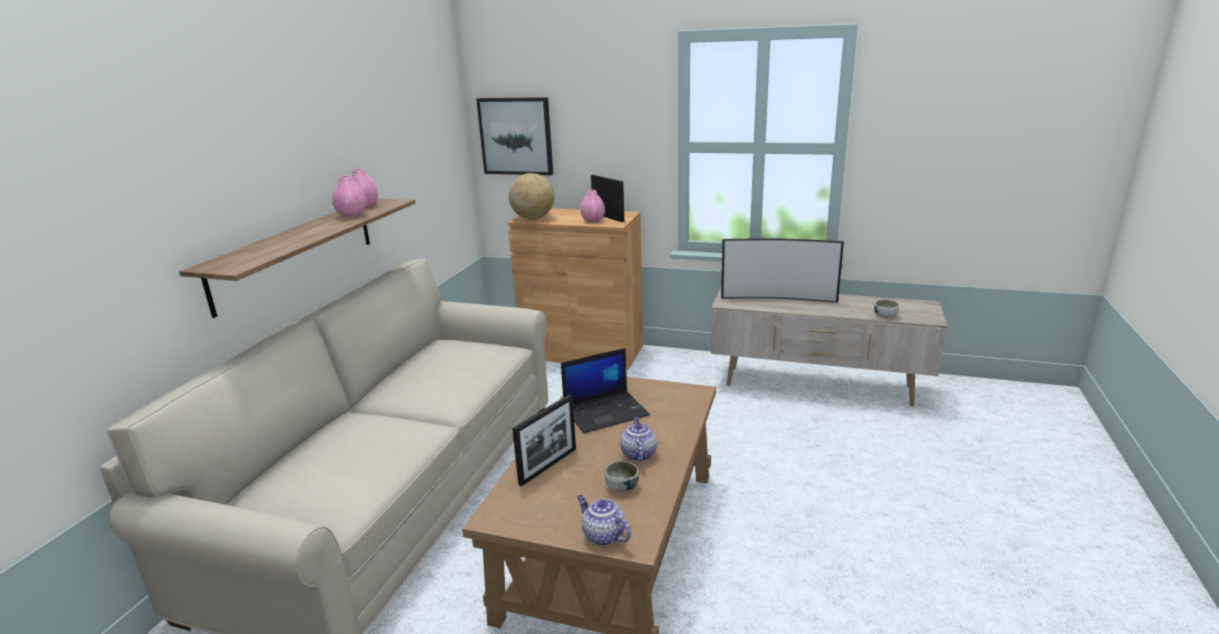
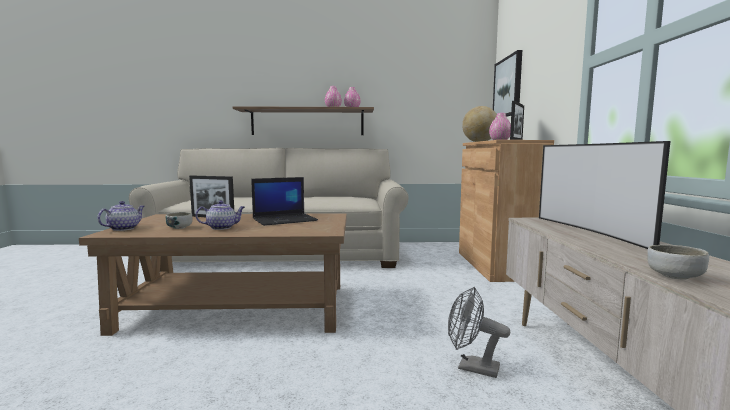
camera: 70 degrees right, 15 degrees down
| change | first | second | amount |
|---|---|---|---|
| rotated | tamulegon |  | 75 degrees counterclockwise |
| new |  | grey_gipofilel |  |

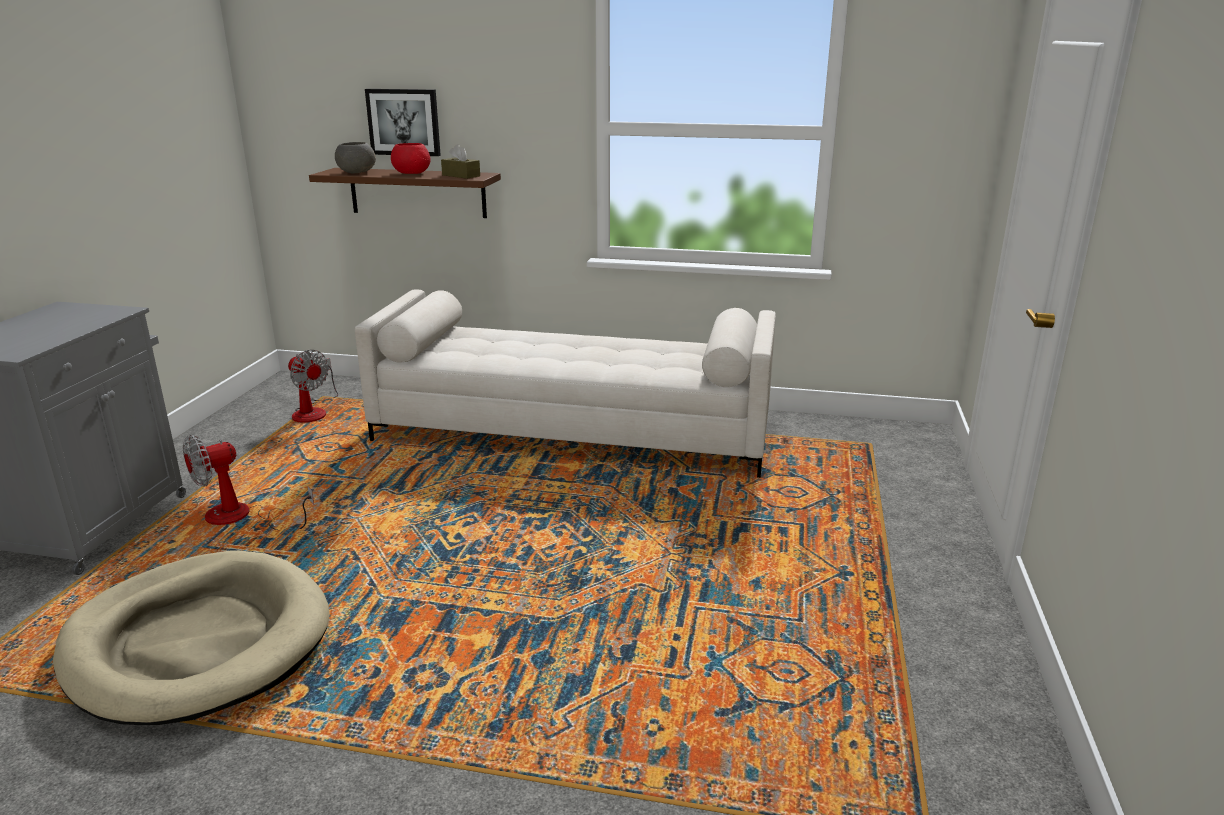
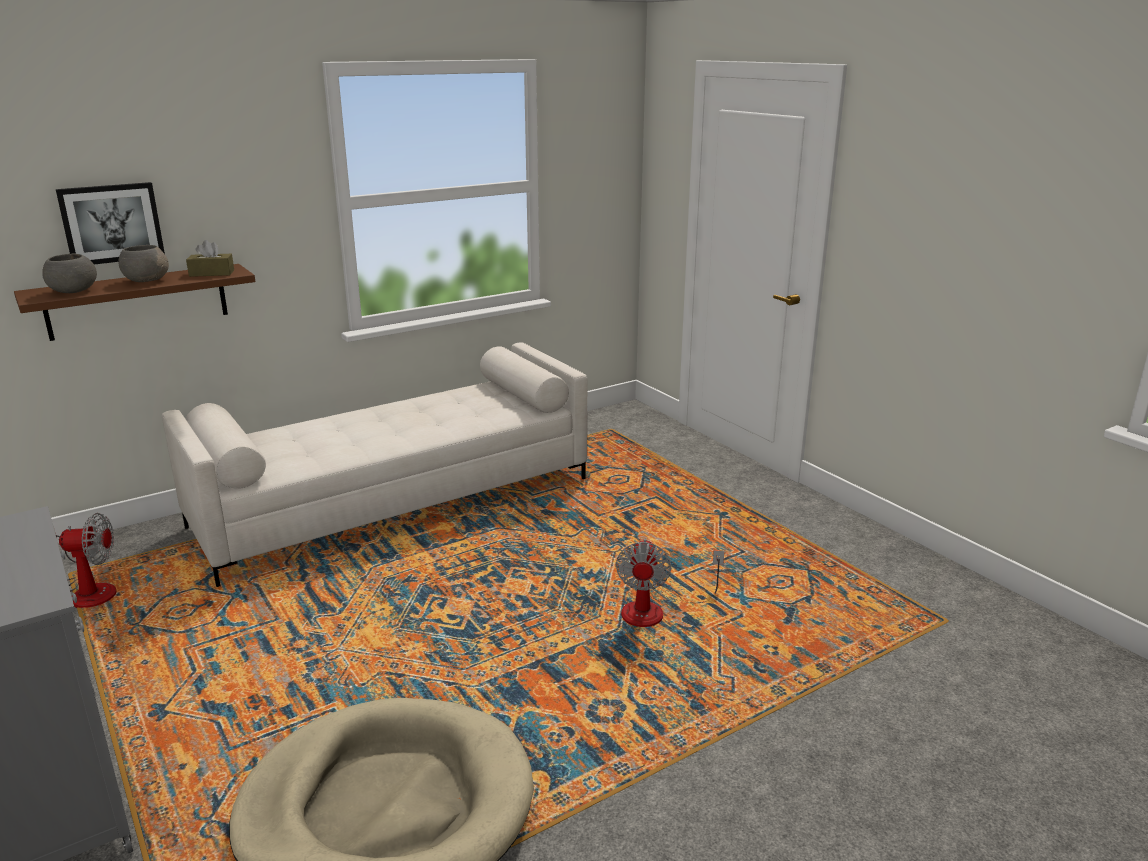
camera: 45 degrees left, 0 degrees up
| change | first | second | amount |
|---|---|---|---|
| repainted | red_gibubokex | grey_gibubokex (no. 2 from left) |  |
| shifted | gipofilel (no. 1 from left in the first image) | gipofilel (no. 2 from left) |  |

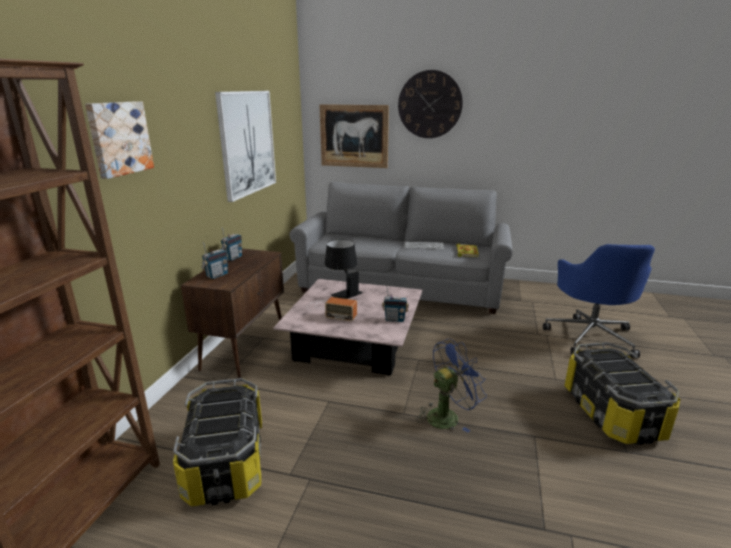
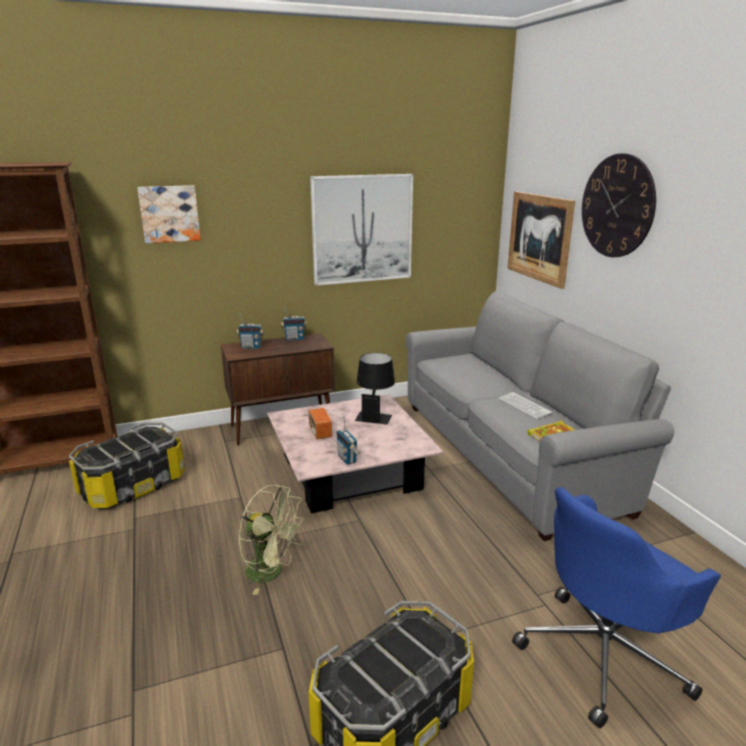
camera: 55 degrees right, 0 degrees up
| change | first | second | amount |
|---|---|---|---|
| repainted | blue_gipofilel | green_gipofilel |  |

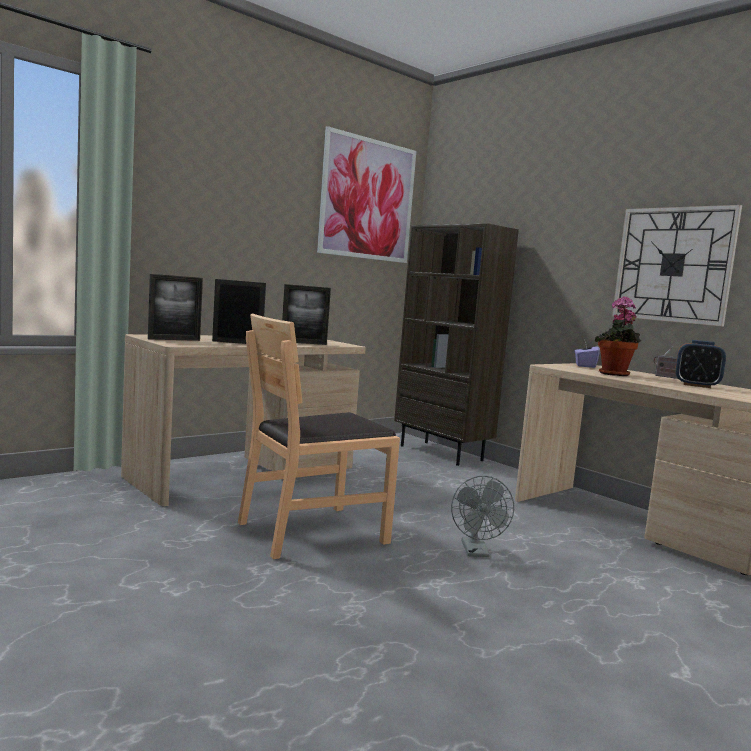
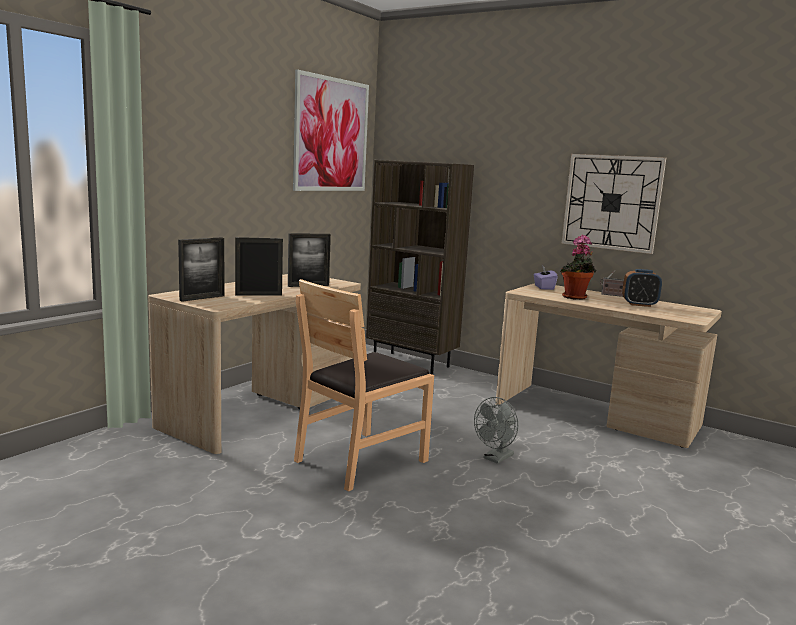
camera: 15 degrees left, 5 degrees up
| change | first | second | amount |
|---|---|---|---|
| rotated | grey_gipofilel |  | 60 degrees clockwise |

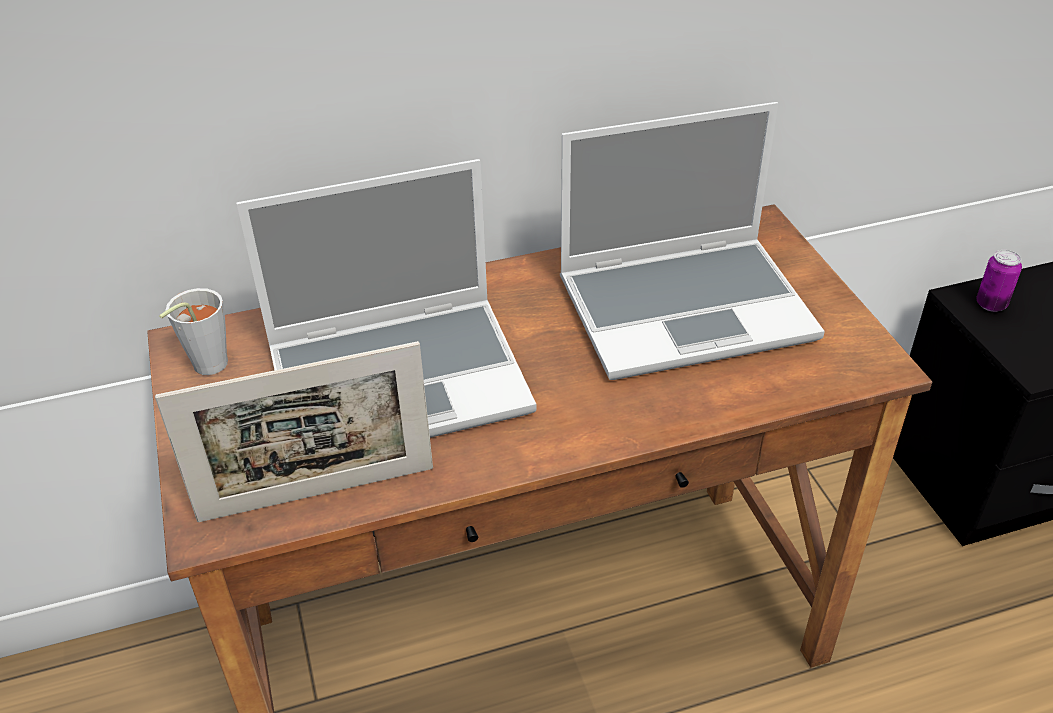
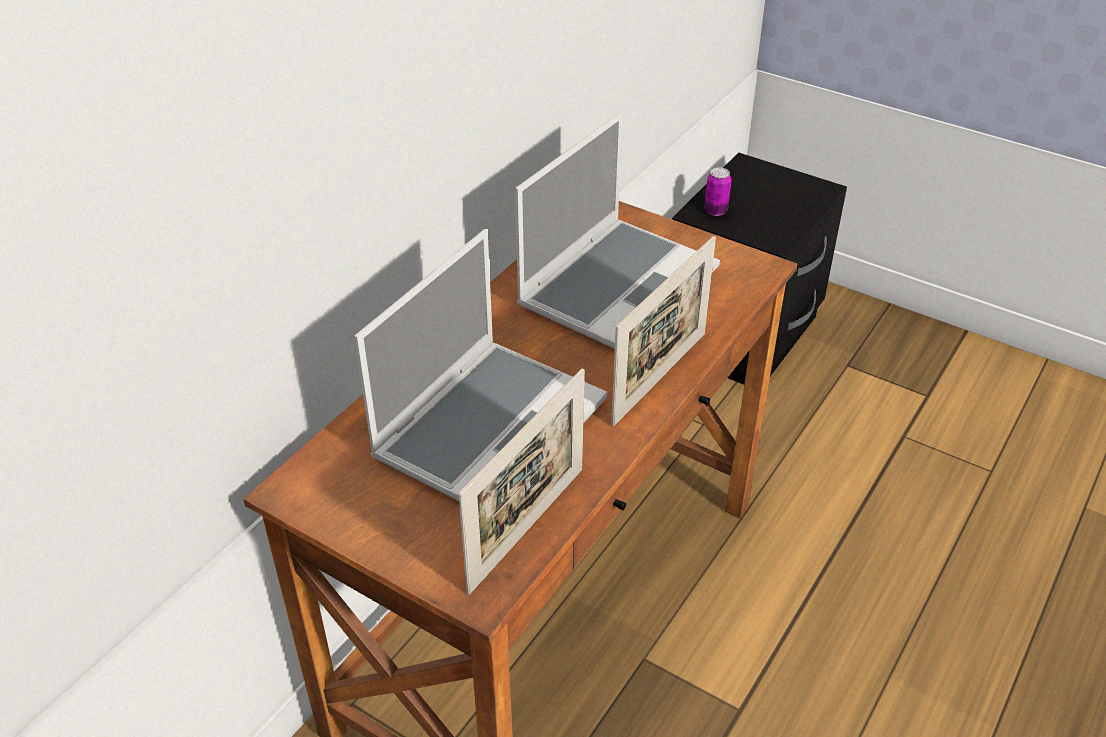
camera: 40 degrees left, 0 degrees up
| change | first | second | amount |
|---|---|---|---|
| gone | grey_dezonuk |  |  |
| new |  | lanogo (no. 2 from left) |  |

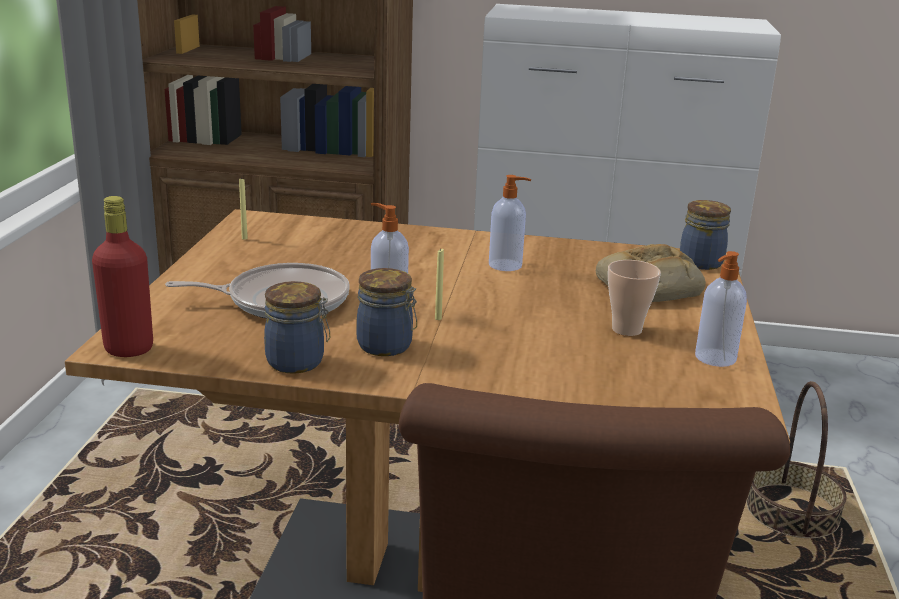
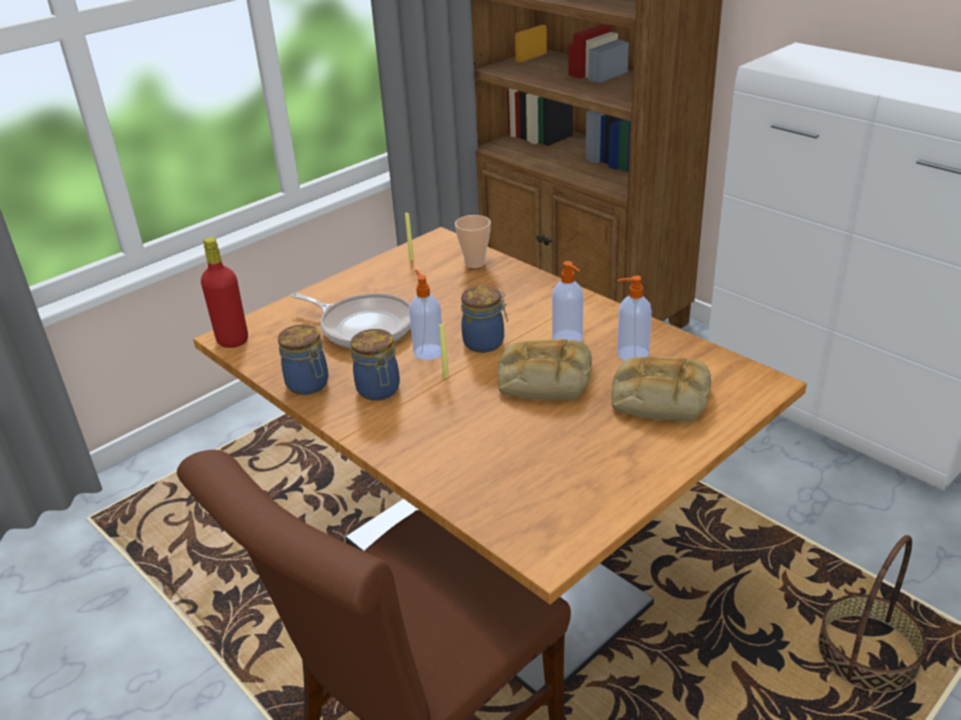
camera: 40 degrees right, 10 degrees up
| change | first | second | amount |
|---|---|---|---|
| shifted | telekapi (no. 3 from left) |  |  |
| shifted | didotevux (no. 3 from left) |  |  |
| shifted | dezonuk |  |  |
| new |  | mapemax (no. 1 from left) |  |

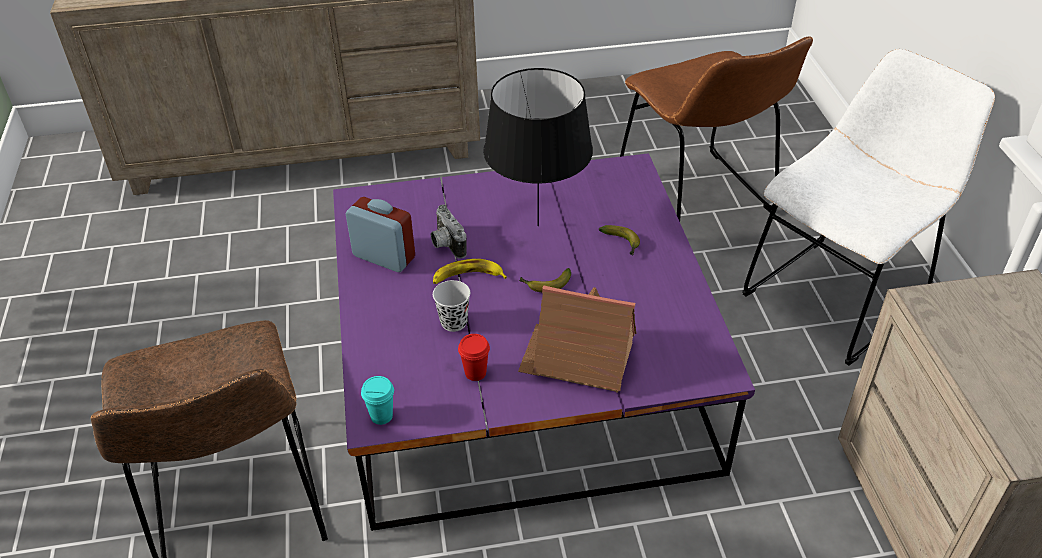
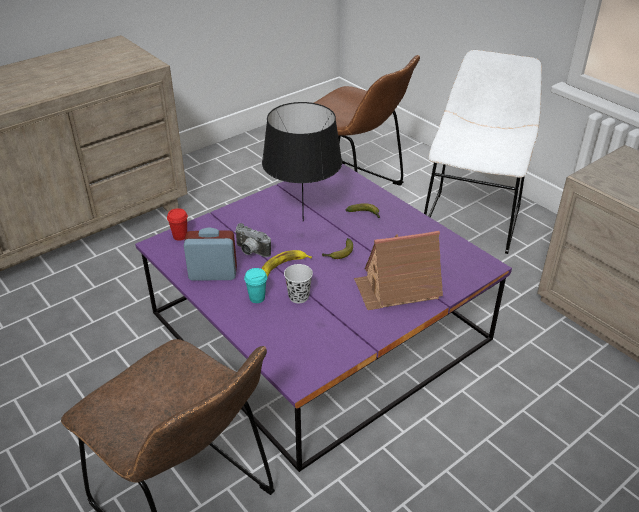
camera: 30 degrees left, 5 degrees down
| change | first | second | amount |
|---|---|---|---|
| shifted | red_dezonuk |  |  |
| shifted | turquoise_dezonuk |  |  |

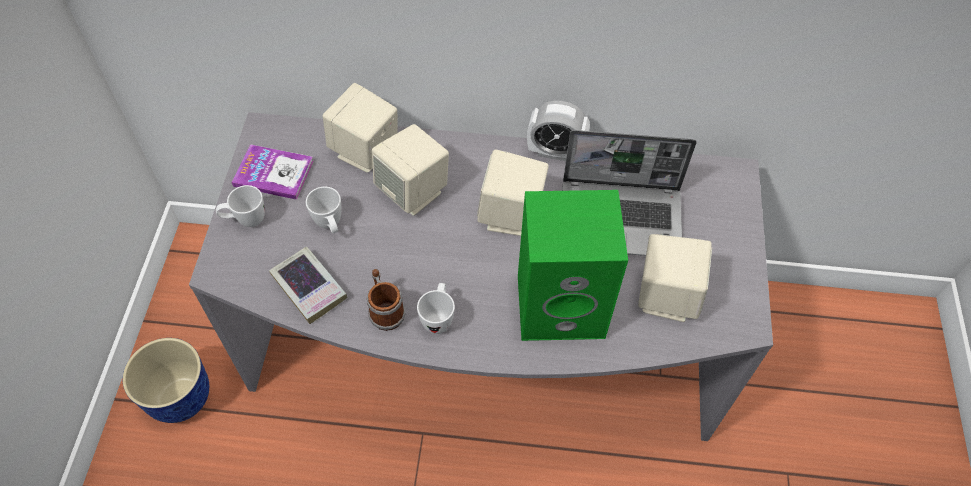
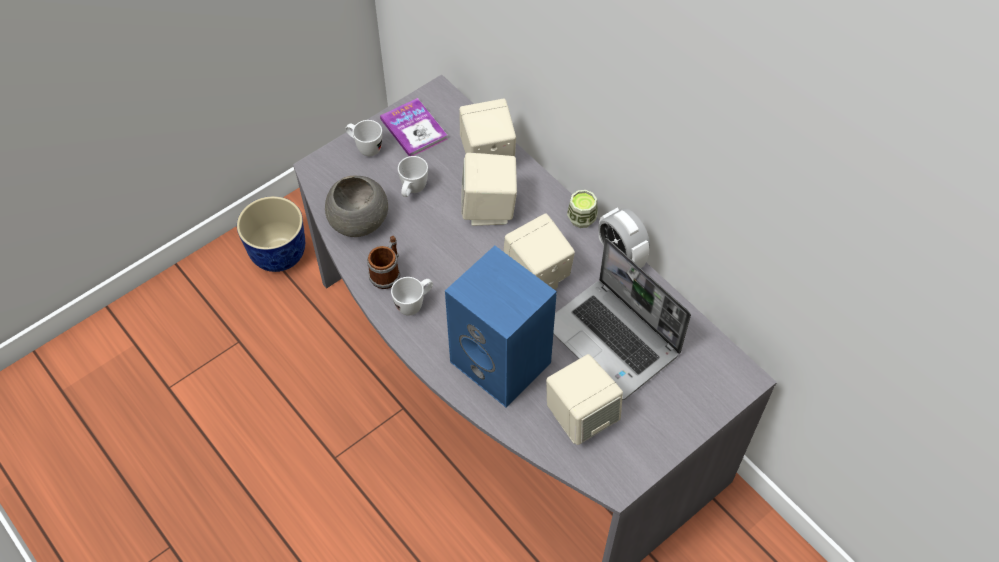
camera: 45 degrees right, 0 degrees up
| change | first | second | amount |
|---|---|---|---|
| repainted | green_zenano | blue_zenano |  |
| swapped | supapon (no. 2 from left) | grey_gibubokex |  |
| new |  | dezonuk |  |

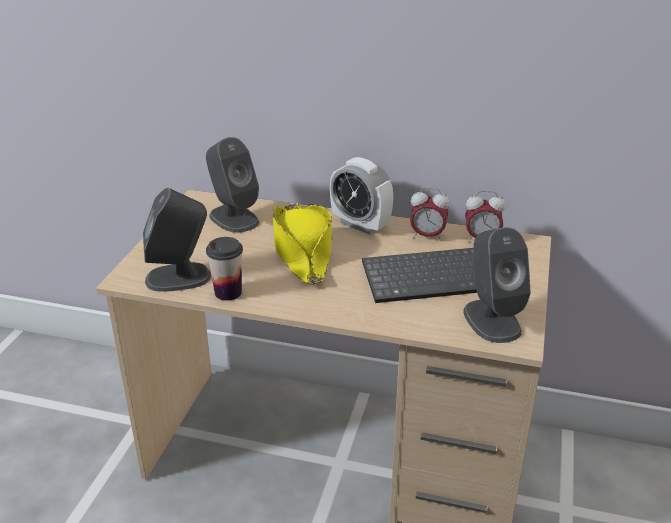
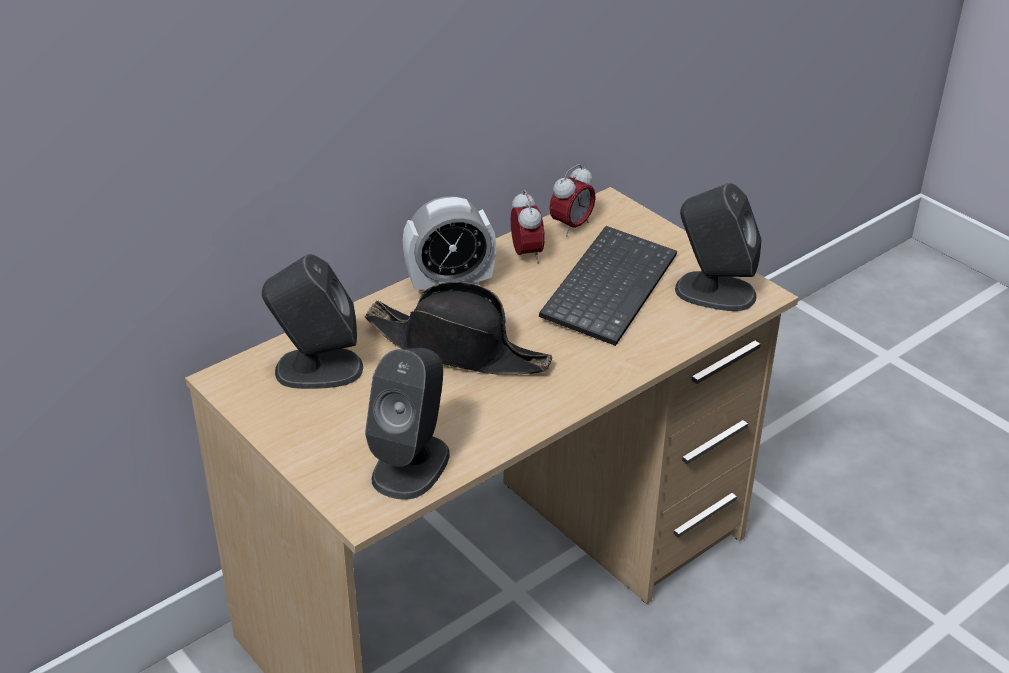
camera: 55 degrees left, 5 degrees up
| change | first | second | amount |
|---|---|---|---|
| rotated | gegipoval (no. 2 from left) |  | 60 degrees counterclockwise |
| repainted | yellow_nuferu | black_nuferu |  |
| gone | dezonuk |  |  |

